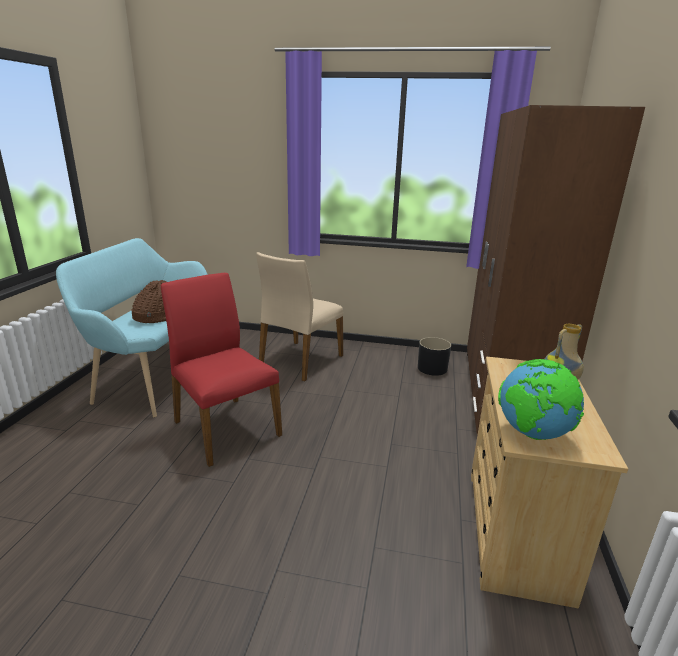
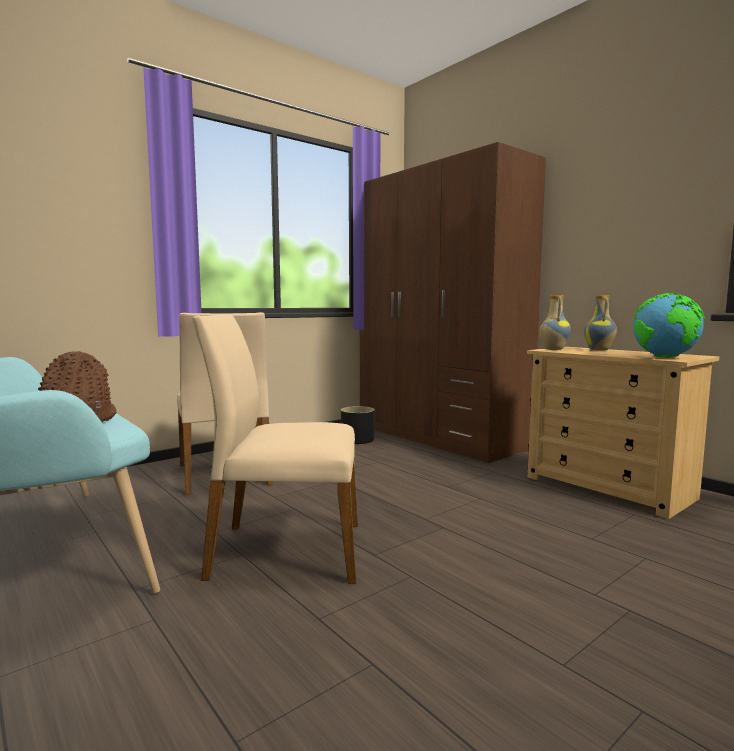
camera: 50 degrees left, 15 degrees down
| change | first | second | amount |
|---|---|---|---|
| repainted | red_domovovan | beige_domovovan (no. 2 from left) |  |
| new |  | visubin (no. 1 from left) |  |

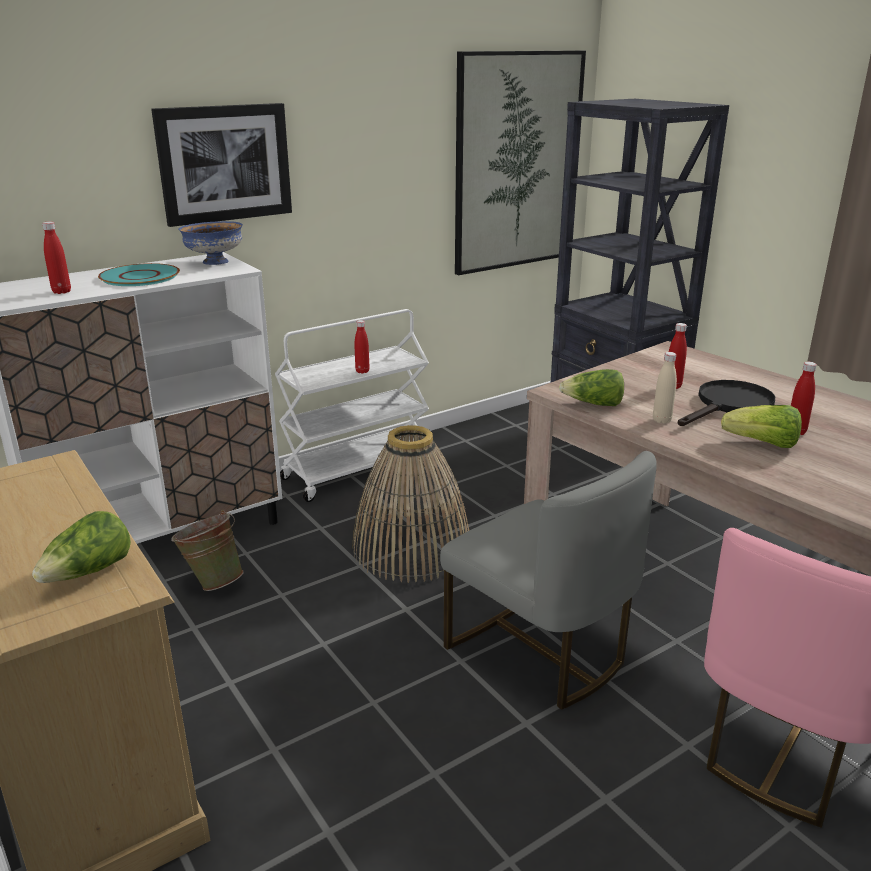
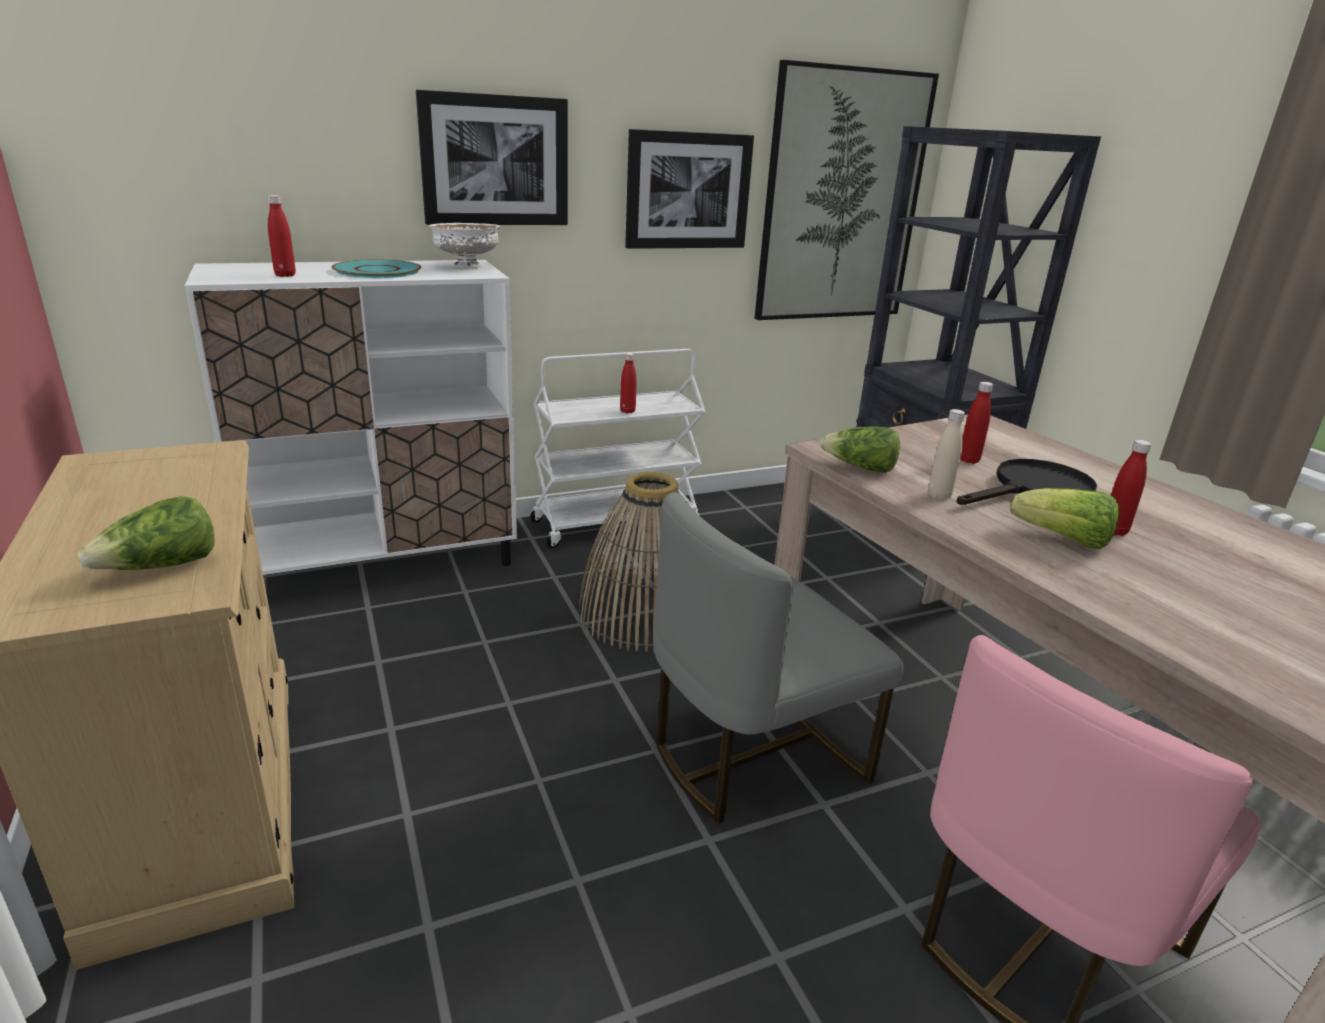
camera: 10 degrees right, 0 degrees up
| change | first | second | amount |
|---|---|---|---|
| repainted | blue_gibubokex | white_gibubokex |  |
| rotated | grey_domovovan |  | 90 degrees clockwise |
| gone | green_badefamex |  |  |
| new |  | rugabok (no. 2 from left) |  |

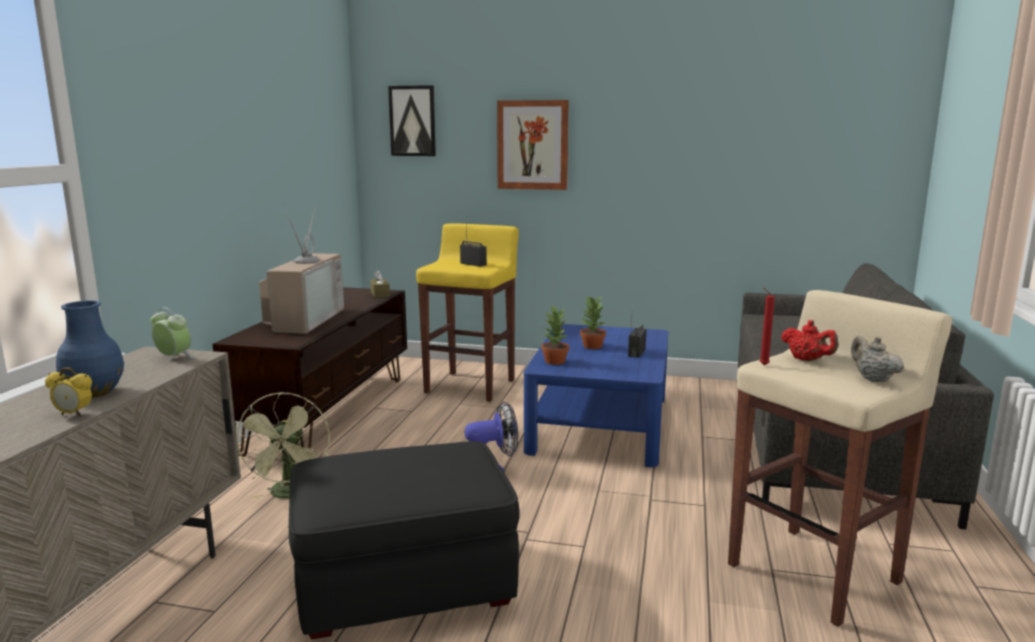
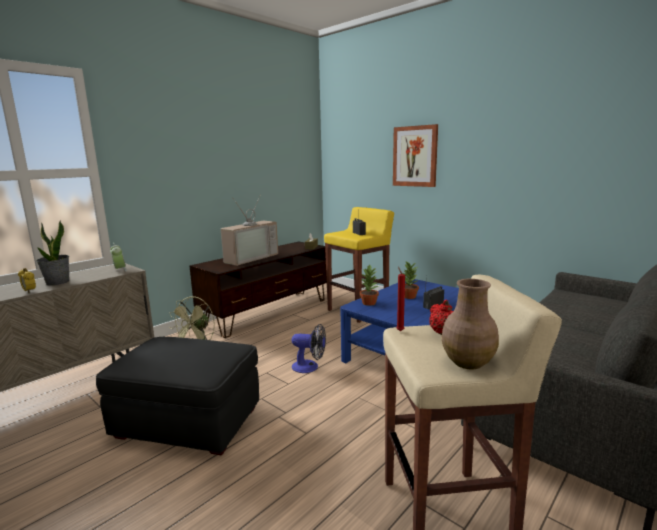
camera: 30 degrees right, 0 degrees up
| change | first | second | amount |
|---|---|---|---|
| gone | rugabok (no. 1 from left) |  |  |
| swapped | blue_visubin | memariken (no. 1 from left) |  |
| swapped | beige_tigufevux | brown_visubin |  |

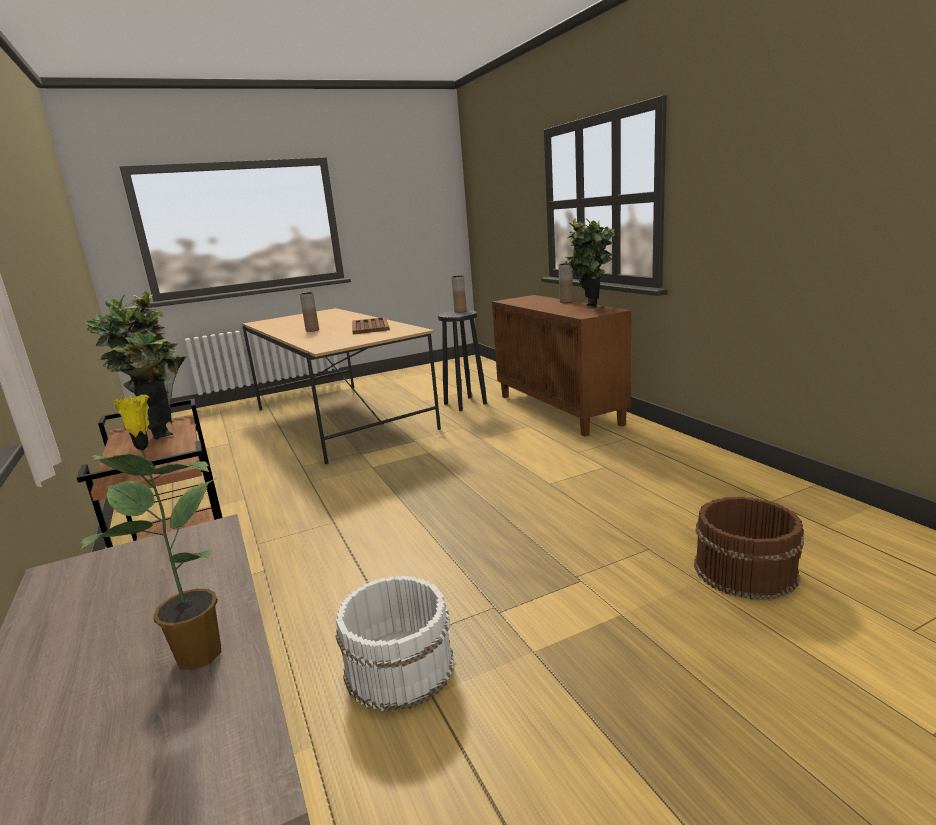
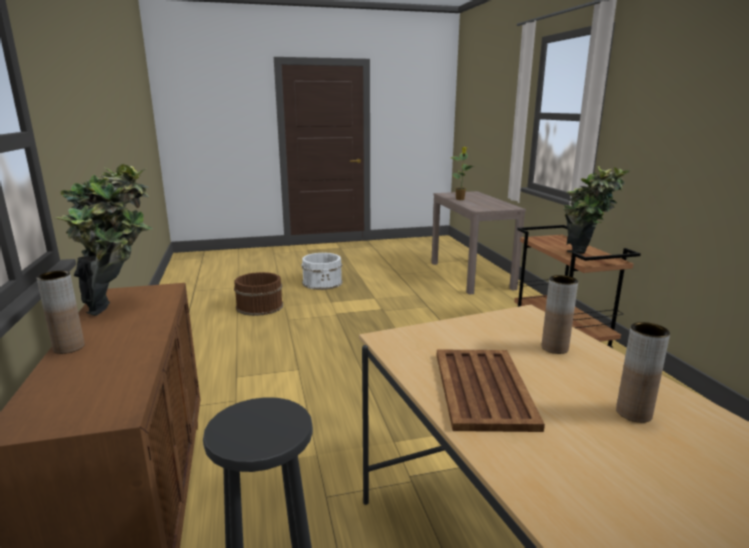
camera: 170 degrees left, 0 degrees up
| change | first | second | amount |
|---|---|---|---|
| shifted | brown_visubin (no. 2 from left) |  |  |
| shifted | white_badefamex |  |  |

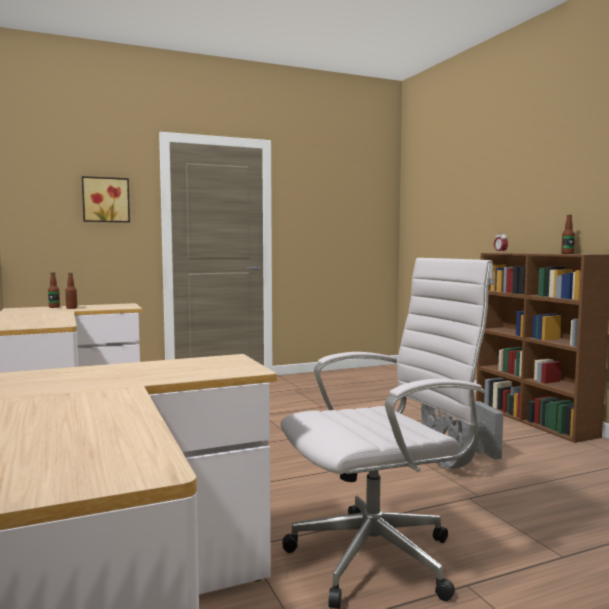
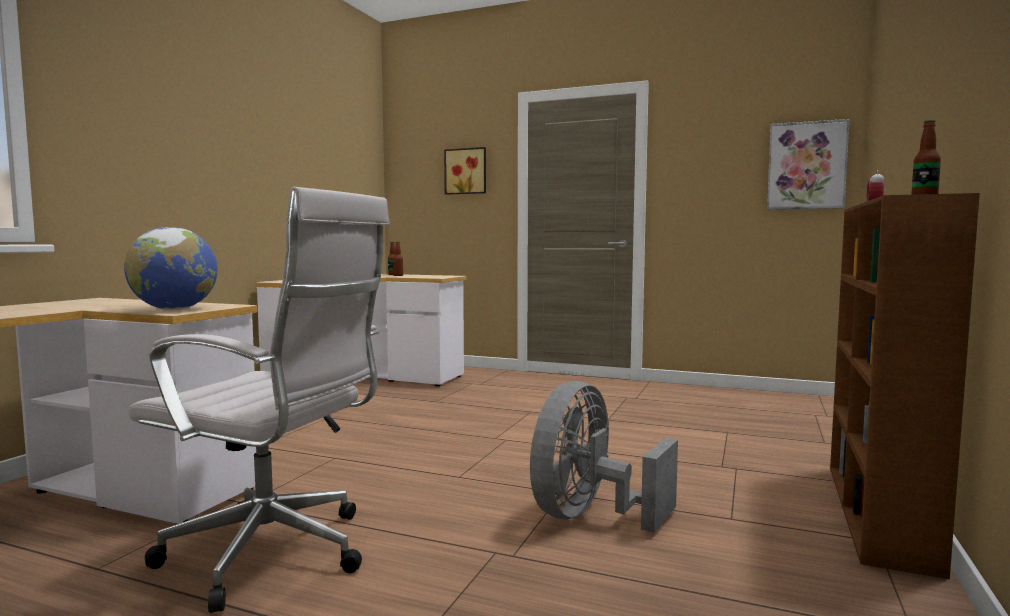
camera: 45 degrees right, 0 degrees up
| change | first | second | amount |
|---|---|---|---|
| new |  | rugabok (no. 2 from left) |  |
| new |  | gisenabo |  |

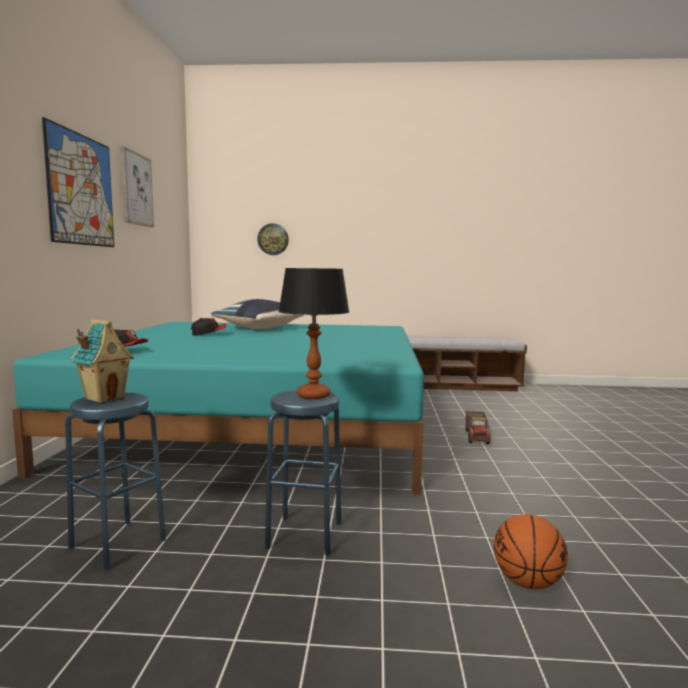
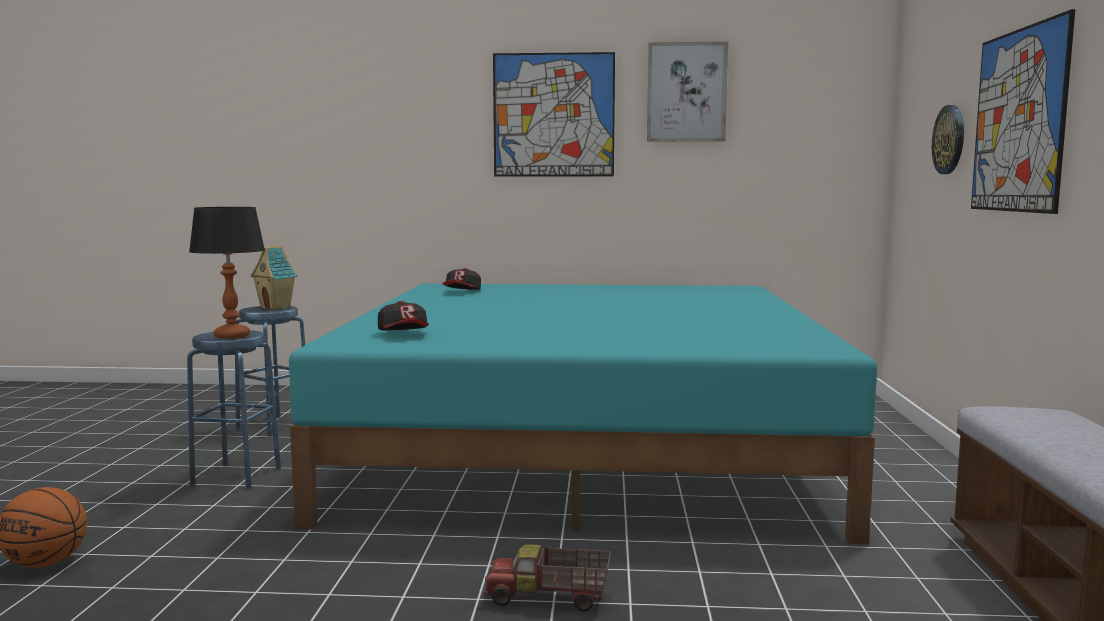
camera: 90 degrees right, 0 degrees up
| change | first | second | amount |
|---|---|---|---|
| gone | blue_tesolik |  |  |
| shifted | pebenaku (no. 2 from left in the first image) | pebenaku (no. 1 from left) |  |
| new |  | rugabok (no. 3 from left) |  |

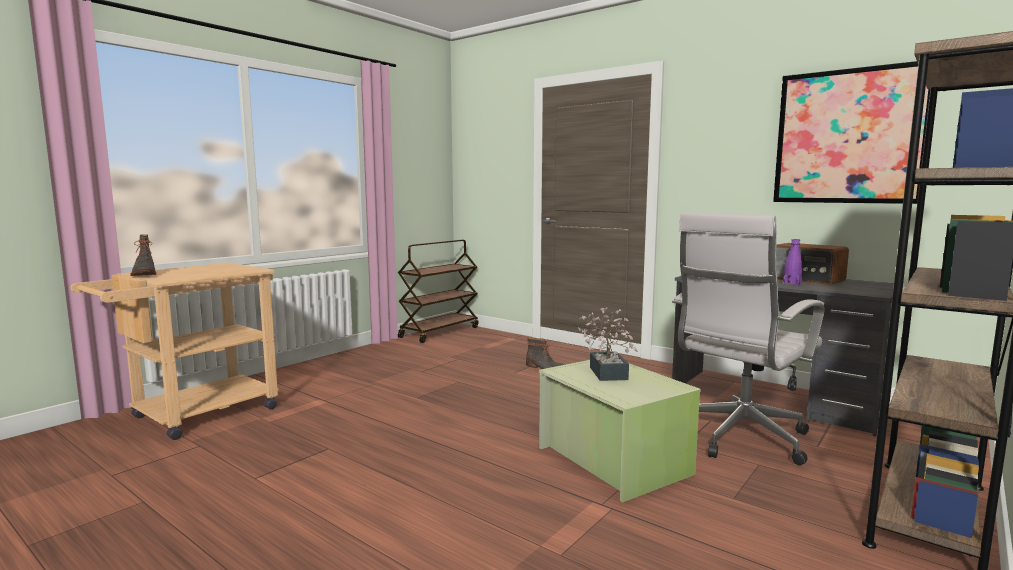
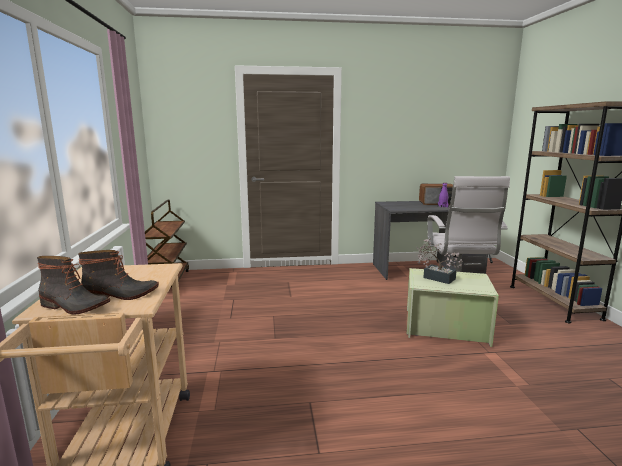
camera: 45 degrees left, 5 degrees up
| change | first | second | amount |
|---|---|---|---|
| gone | rugabok |  |  |
| shifted | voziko (no. 2 from left) |  |  |

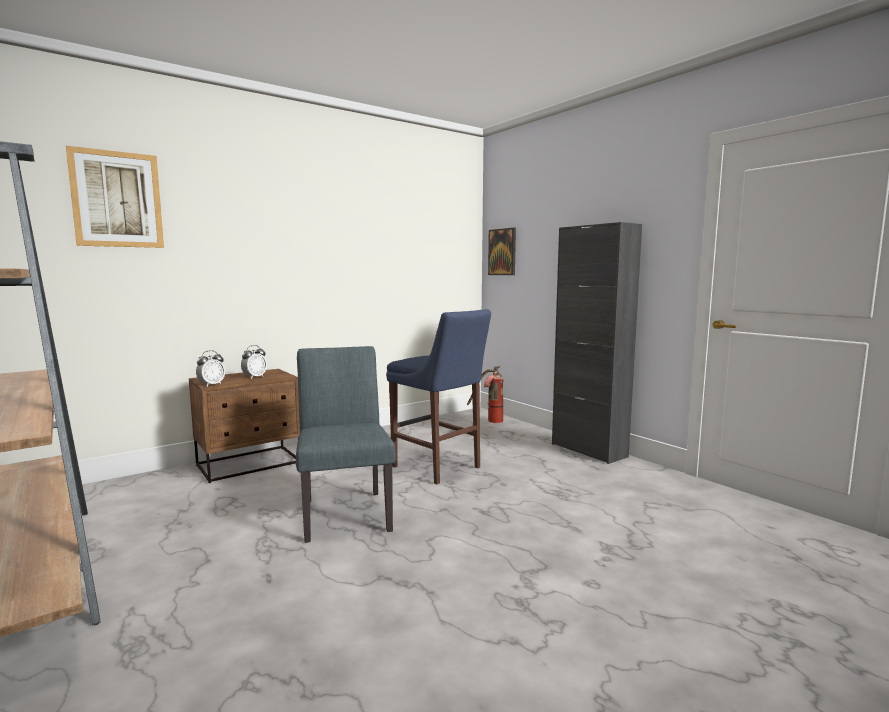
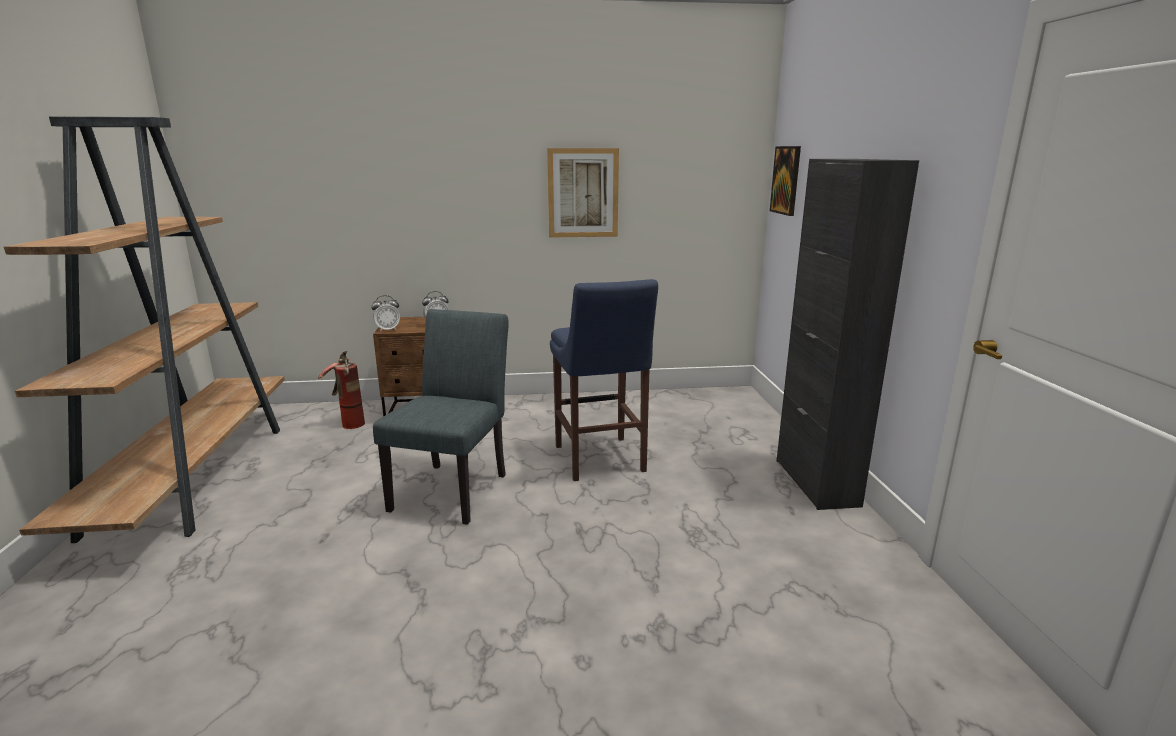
camera: 30 degrees right, 10 degrees up
| change | first | second | amount |
|---|---|---|---|
| shifted | rugabok (no. 1 from left) |  |  |
| shifted | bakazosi |  |  |

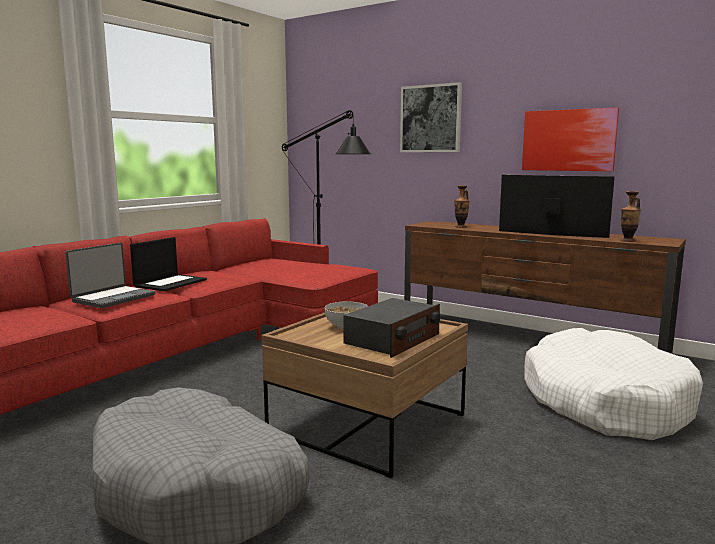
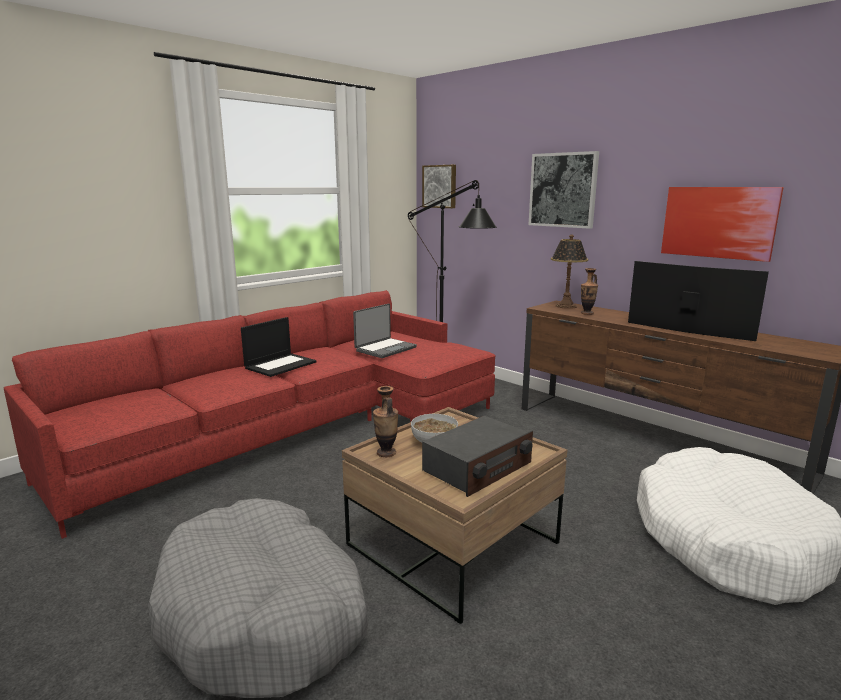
camera: 10 degrees right, 5 degrees up
| change | first | second | amount |
|---|---|---|---|
| shifted | visubin (no. 2 from left in the first image) | visubin (no. 1 from left) |  |
| shifted | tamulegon (no. 1 from left in the first image) | tamulegon (no. 2 from left) |  |
| new |  | rugabok (no. 1 from left) |  |
| new |  | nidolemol |  |

